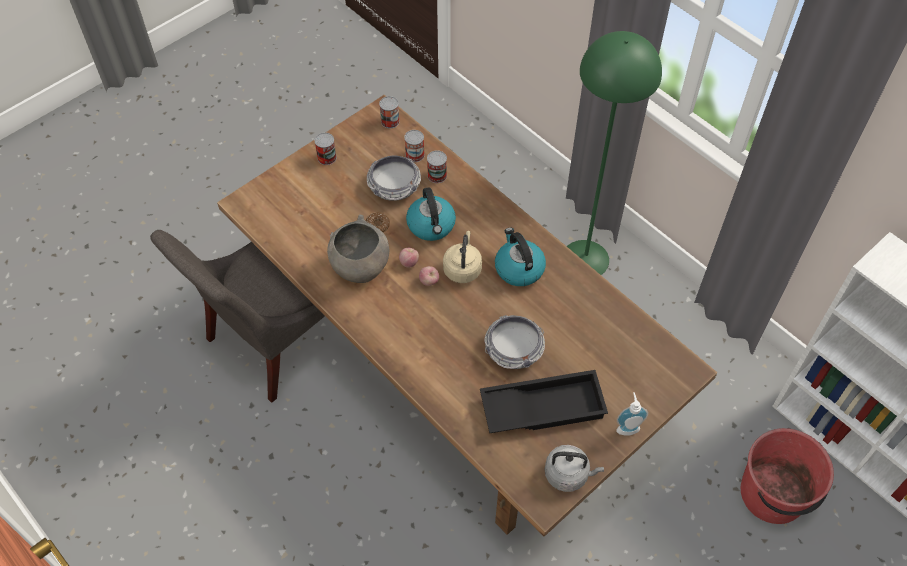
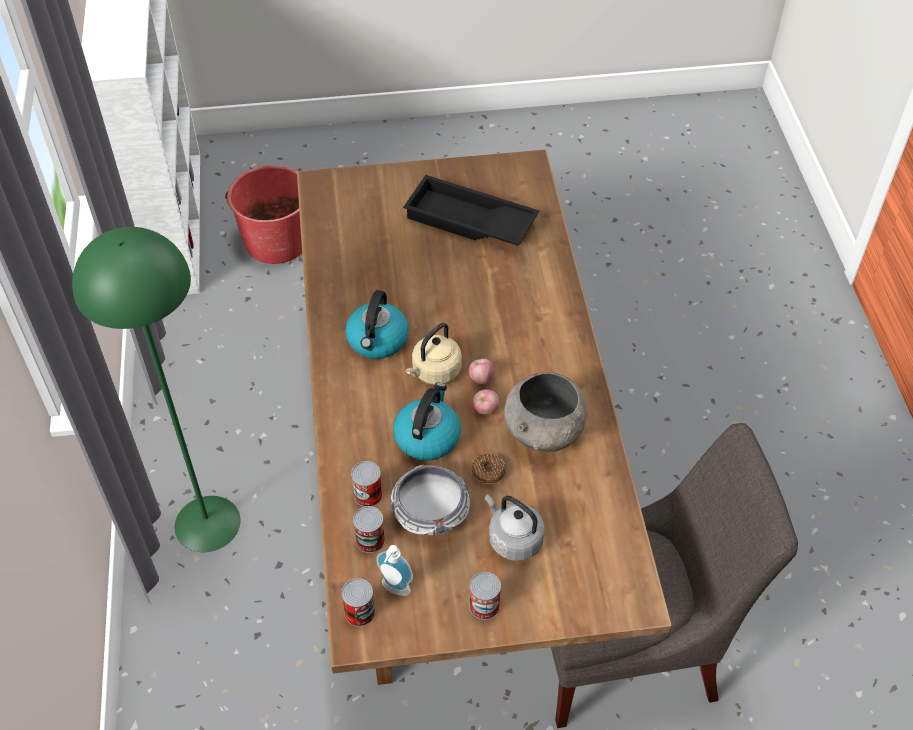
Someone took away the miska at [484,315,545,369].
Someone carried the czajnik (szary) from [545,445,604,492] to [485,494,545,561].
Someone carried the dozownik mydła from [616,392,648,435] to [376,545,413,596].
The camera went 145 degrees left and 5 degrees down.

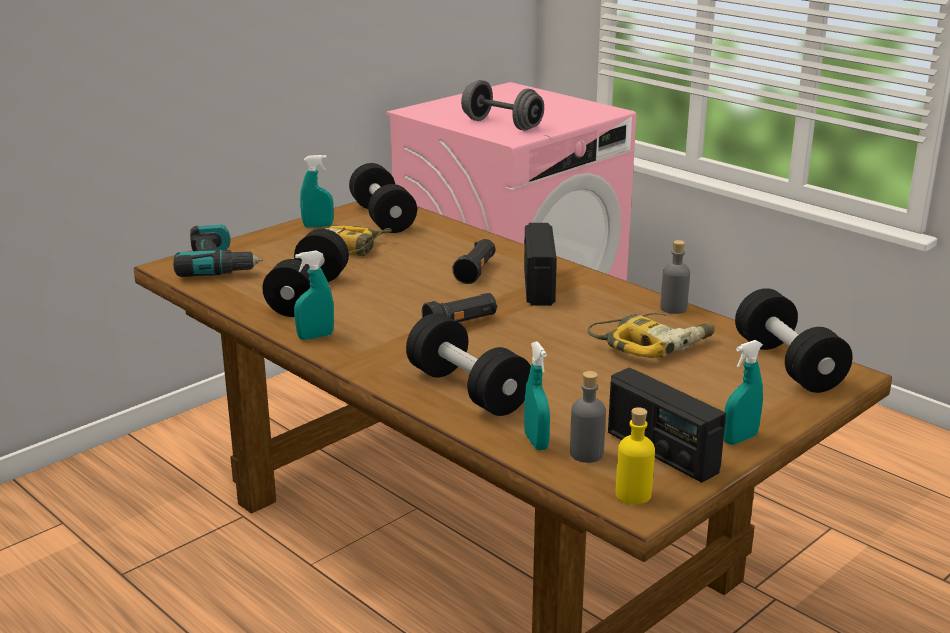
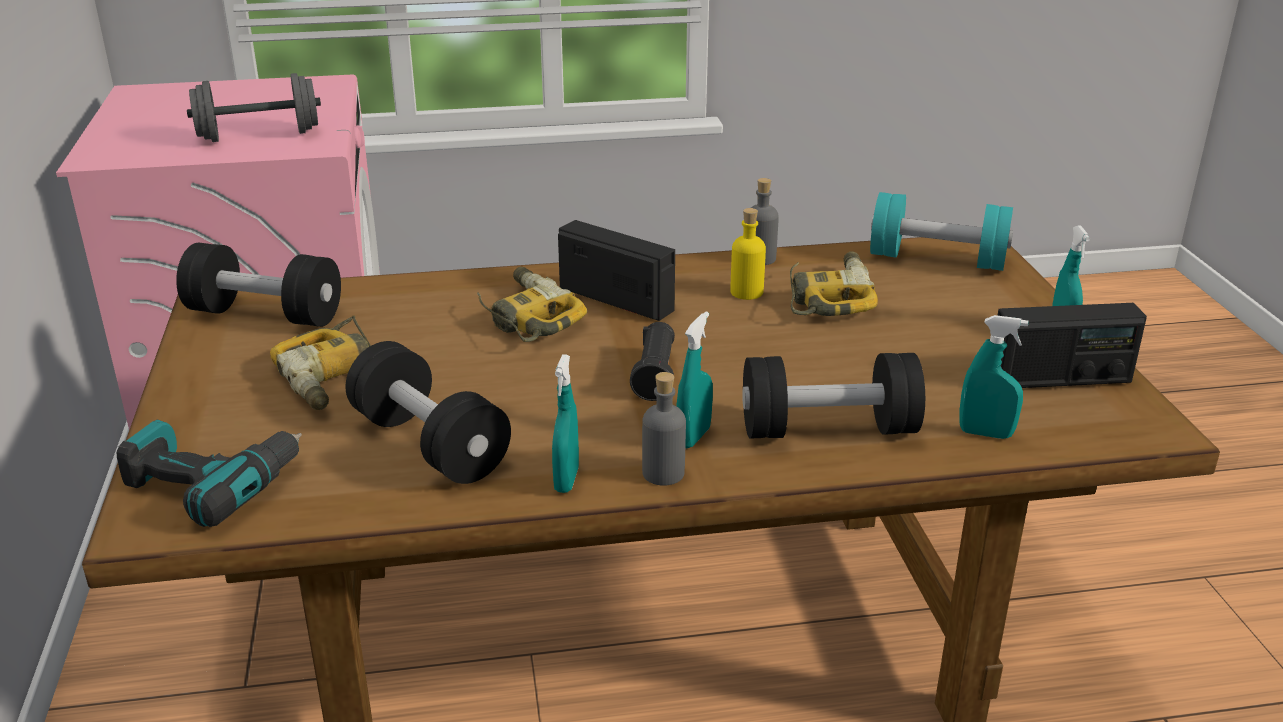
Someone carried the spryskiwacz (turkusowy) from [300,155,334,228] to [677,312,713,448].
Someone carried the butelka (szary) from [570,371,606,463] to [642,372,686,486].
Someone carried the butelka (żółty) from [616,407,655,505] to [731,208,766,300].
Someone swapped the latarka (czarny) at [452,239,496,284] for the wiertarka at [477,267,587,342].
Someone repainted the hantel (czarny) at [735,288,852,393], which became the hantel (turkusowy) at [870,192,1013,271].
The camera went 55 degrees left and 5 degrees up.

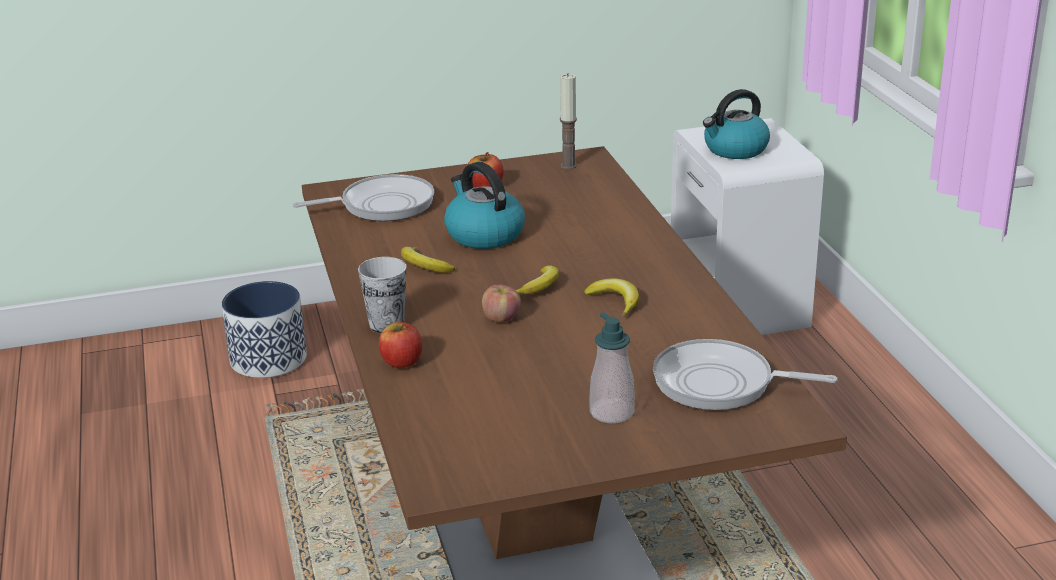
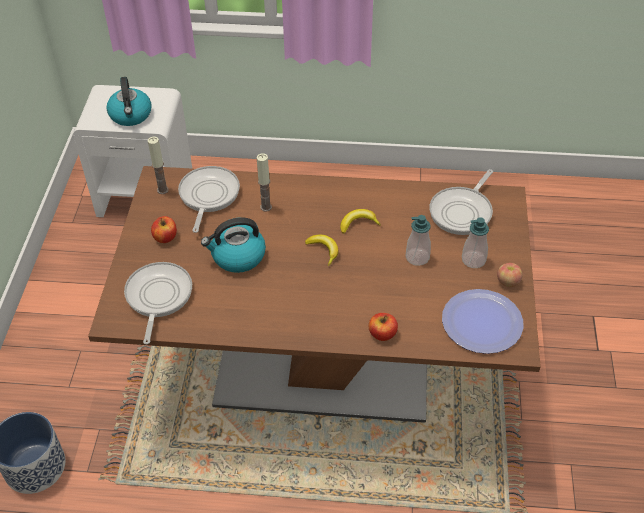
Someone took away the filiżanka at [358,257,406,333].
Someone took away the banan at [401,247,455,273].
Someone put down the patelnia at [178,166,240,233].
Someone put down the świeca at [257,154,272,212].
Someone put down the dozownik mydła at [406,215,431,266].
Someone put down the talerz at [442,289,523,354].
Someone carried the jabłko from [482,285,521,322] to [497,263,522,287].
The camera went 70 degrees left and 20 degrees up.

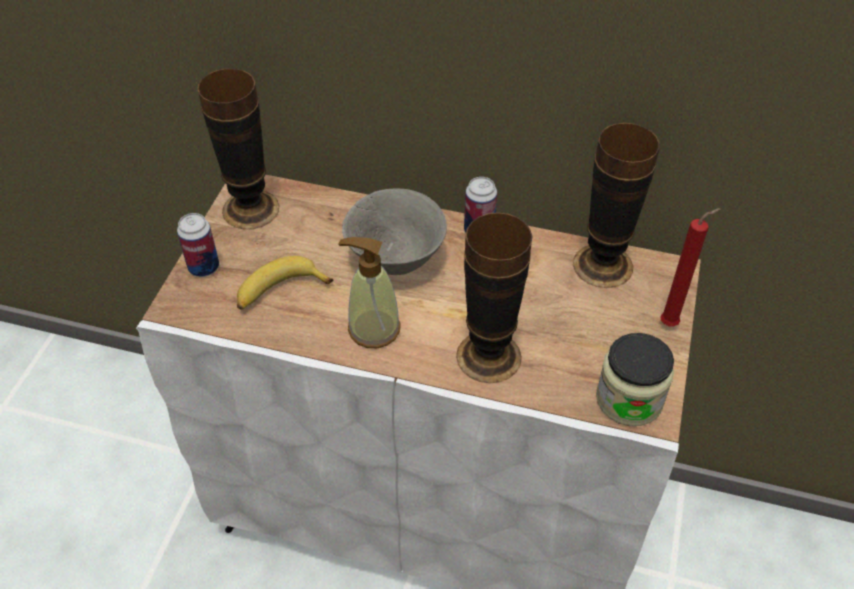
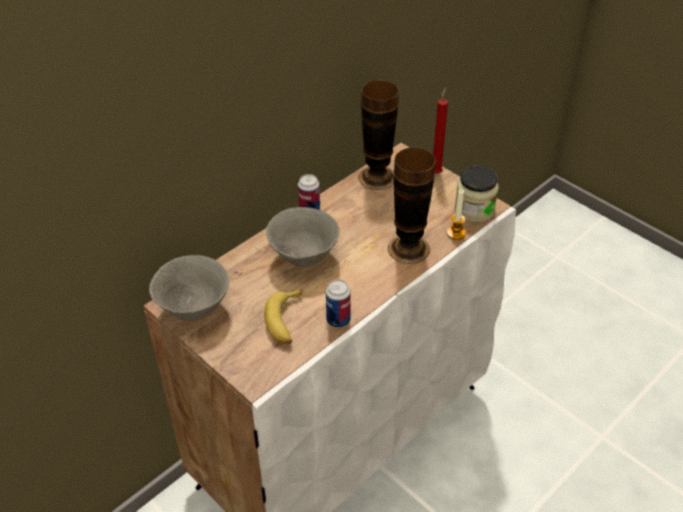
Someone took away the dozownik mydła at [338,237,401,348].
Someone put down the świeca at [447,189,466,240].
Someone carried the puszka from [177,213,219,277] to [326,280,351,328].
Someone swapped the wazon at [198,68,279,229] for the miska (szary) at [149,255,229,321].
The camera went 60 degrees left and 5 degrees down.

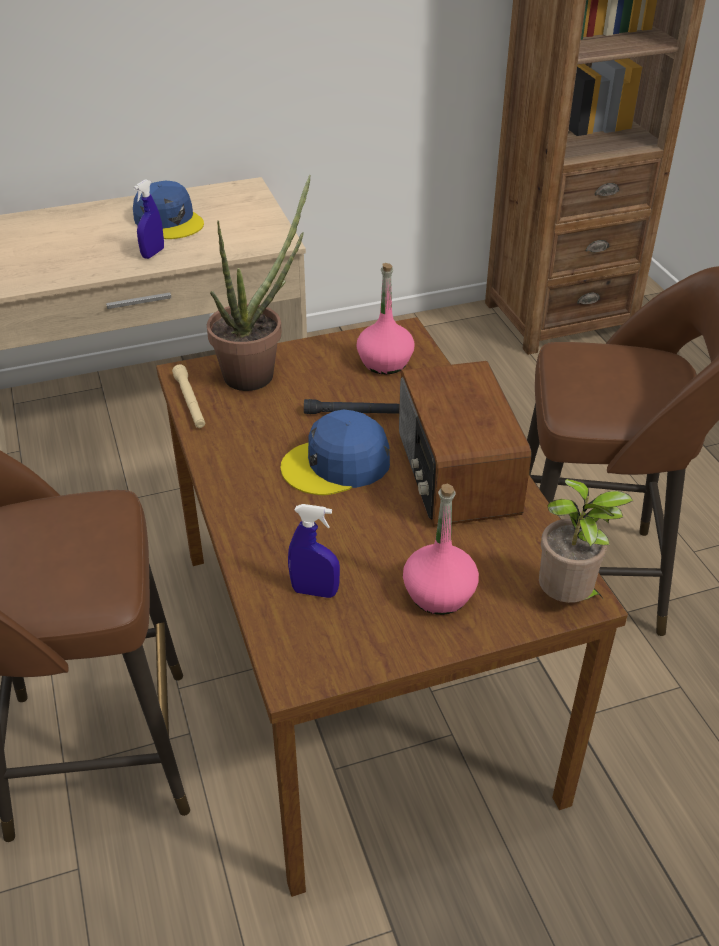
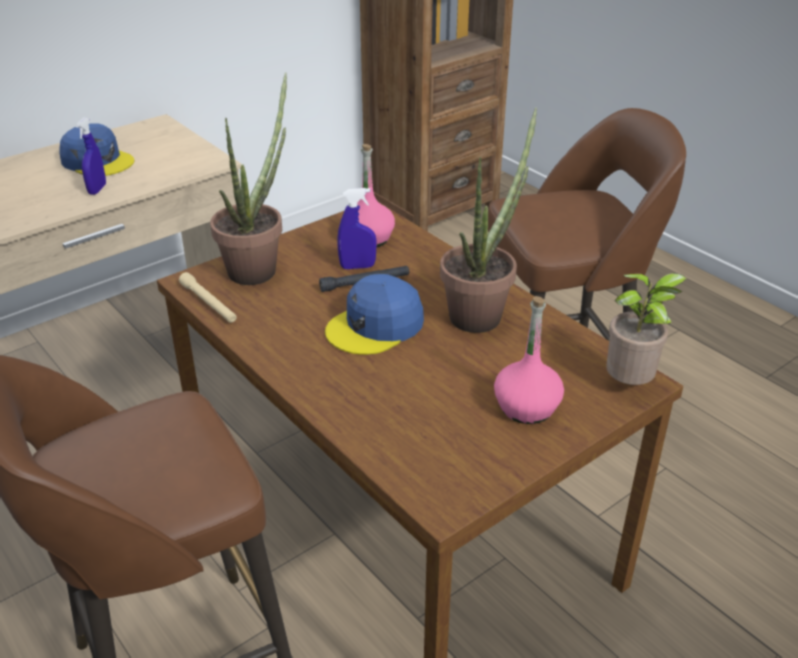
Someone carried the spryskiwacz (niebieski) from [288,504,340,598] to [337,188,377,269].
Someone swapped the radio at [399,361,531,527] for the roślina doniczkowa at [440,107,537,333].
The camera went 20 degrees left and 5 degrees down.

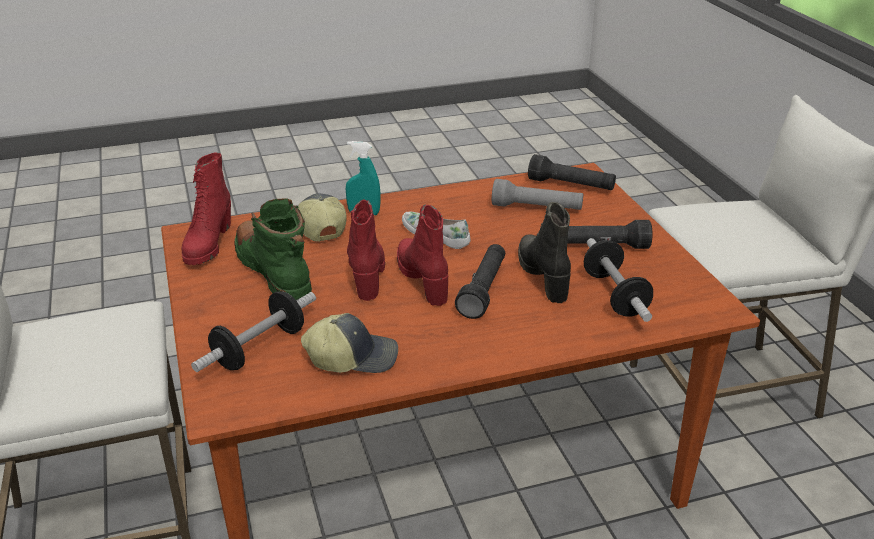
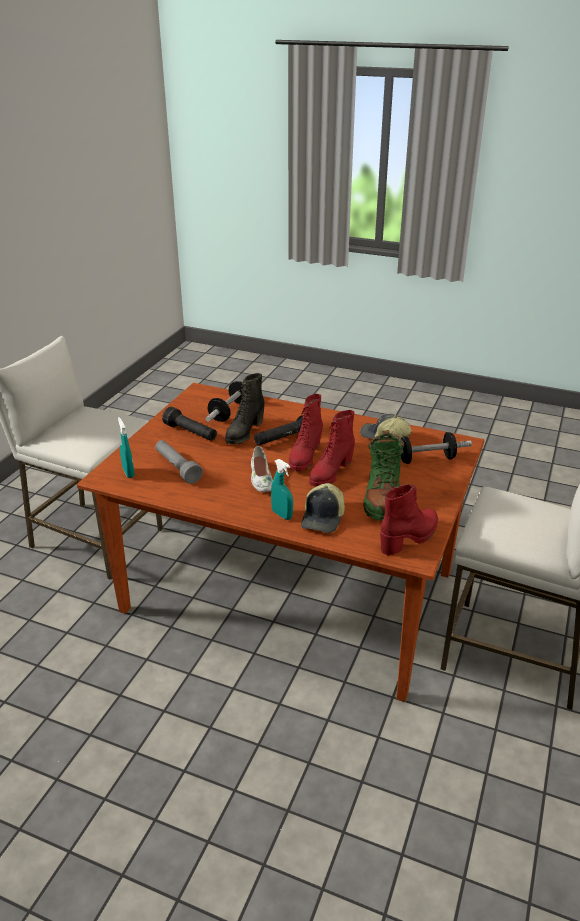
Someone swapped the latarka (czarny) at [528,154,616,190] for the spryskiwacz (turkusowy) at [118,417,135,478].
The camera went 140 degrees left and 0 degrees up.

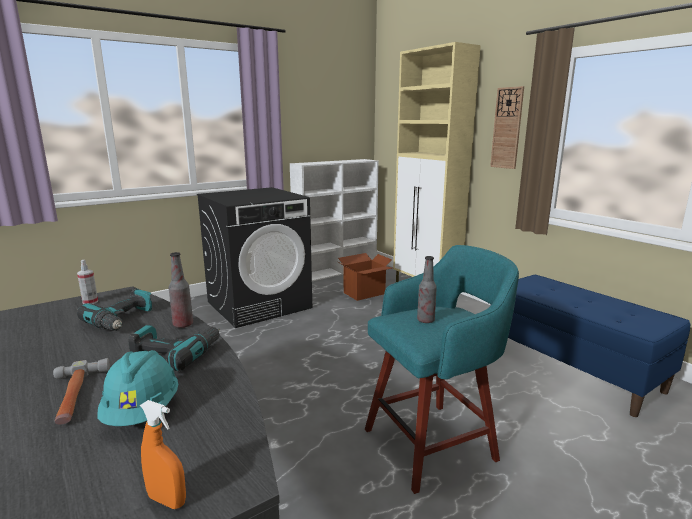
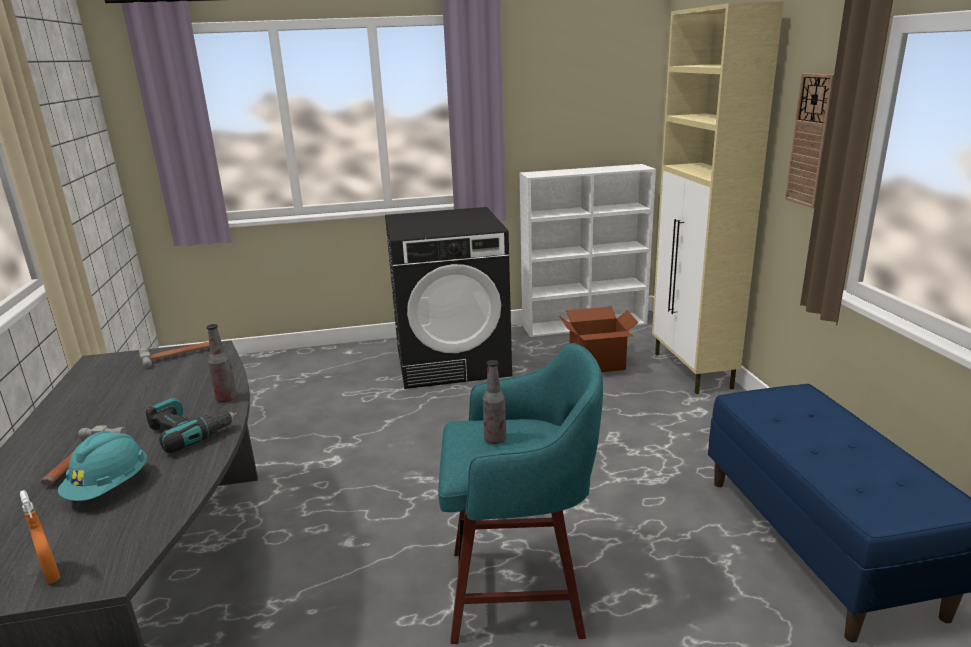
Someone took away the wiertarka at [77,288,152,331].
Someone swapped the spryskiwacz at [77,260,98,304] for the młotek at [139,342,210,368].
The camera went 25 degrees right and 5 degrees up.

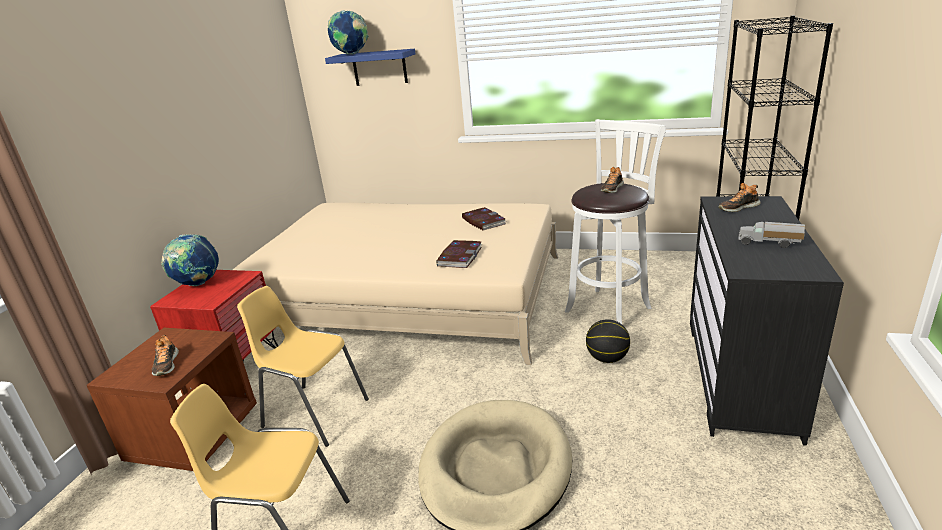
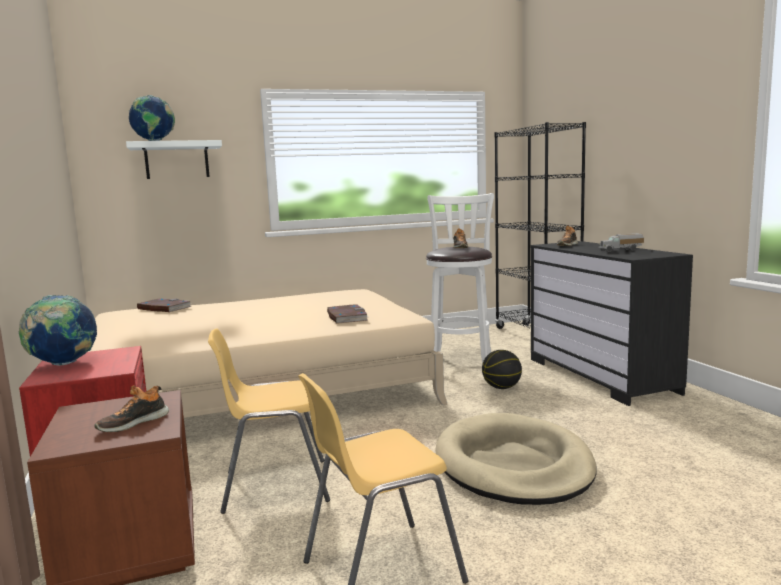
Someone carried the książka from [462,207,506,231] to [137,298,191,312].
Someone repainted the półka (niebieski) at [325,49,416,86], which became the półka (biały) at [126,140,222,179].
Someone rotated the but at [152,335,179,376] by 90 degrees clockwise.
The camera went 35 degrees left and 15 degrees down.

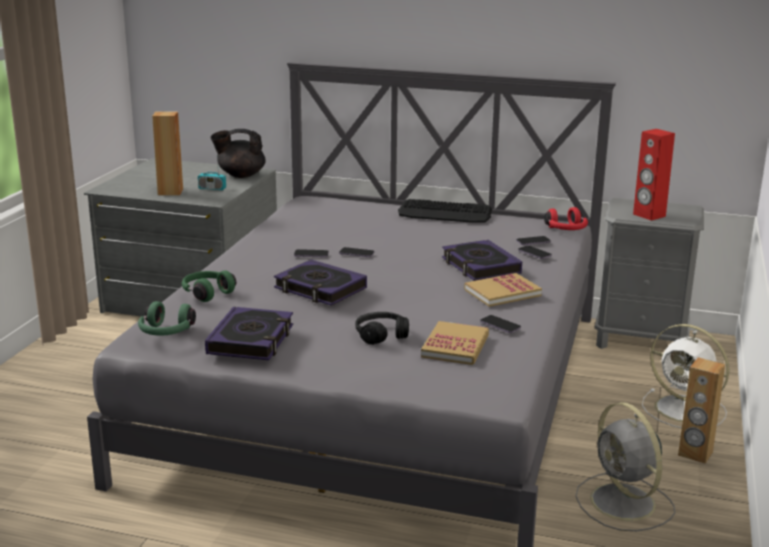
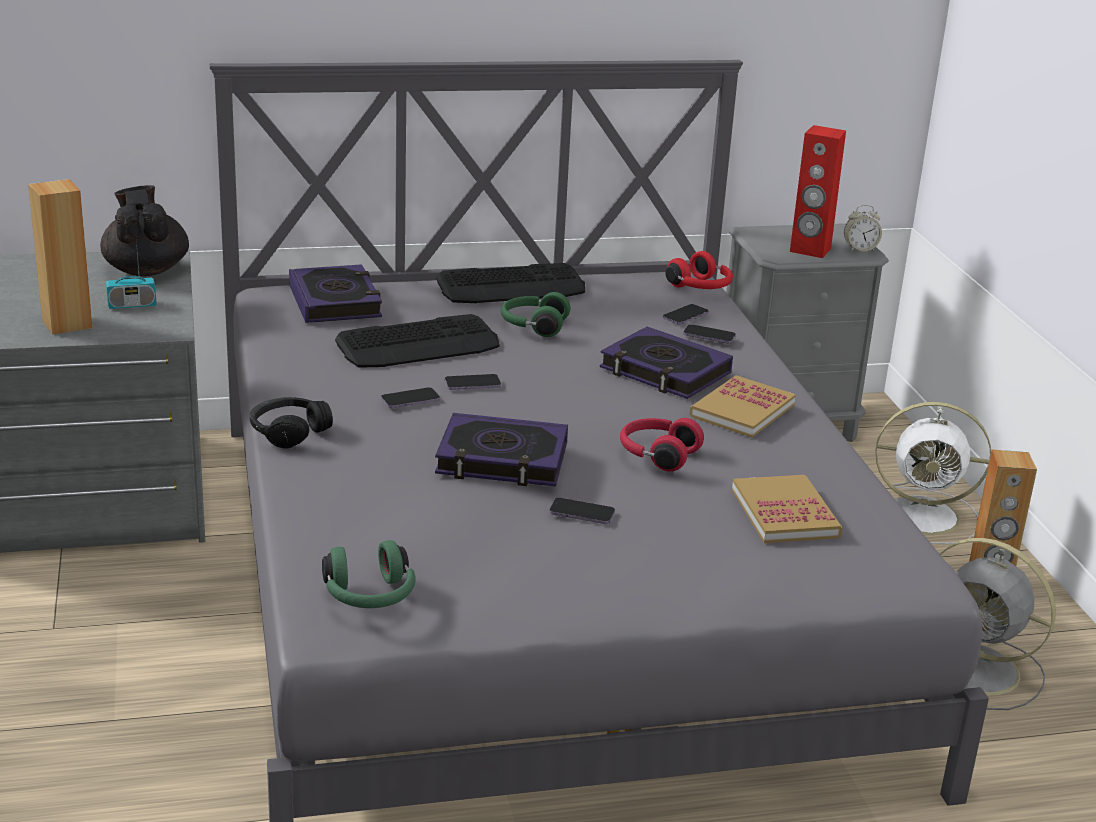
Someone put down the klawiatura at [335,314,500,368].
Someone put down the słuchawki (czerwony) at [620,418,704,472].
Someone put down the budzik at [844,205,882,252].
Someone carried the słuchawki (zielony) from [182,270,236,302] to [501,292,570,337].
Someone carried the książka from [205,307,293,360] to [289,264,382,323].
Someone carried the słuchawki (czarny) from [355,312,409,345] to [250,397,333,448].
Someone carried the telefon from [480,315,521,333] to [549,498,615,524].
Someone rotated the imbryk (czarny) at [211,129,266,178] by 105 degrees clockwise.
The camera went 30 degrees left and 5 degrees up.

